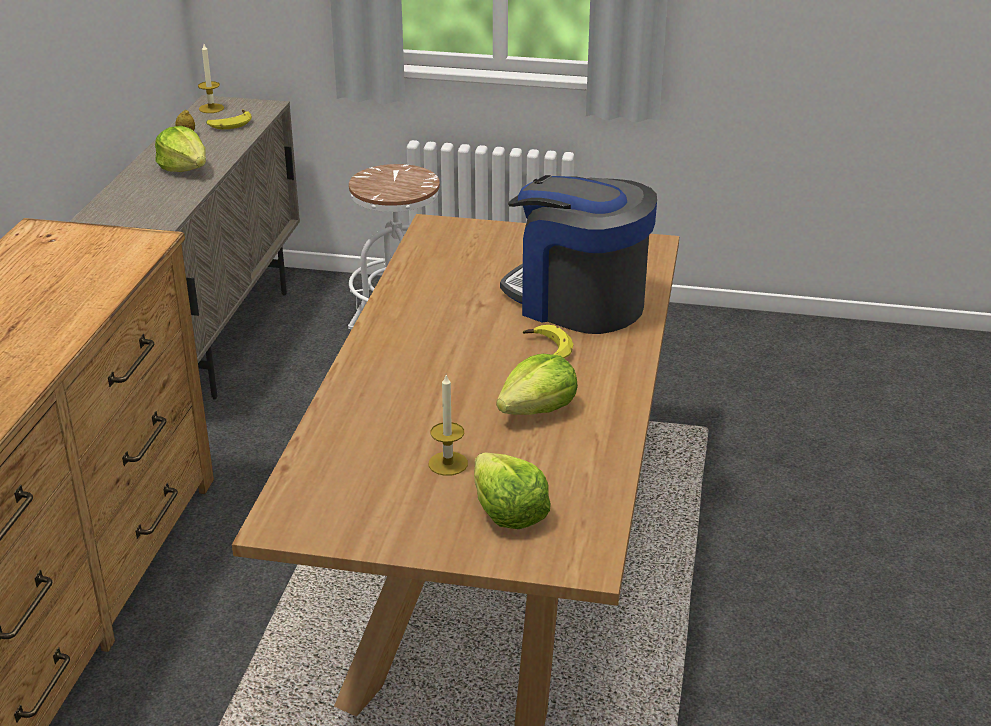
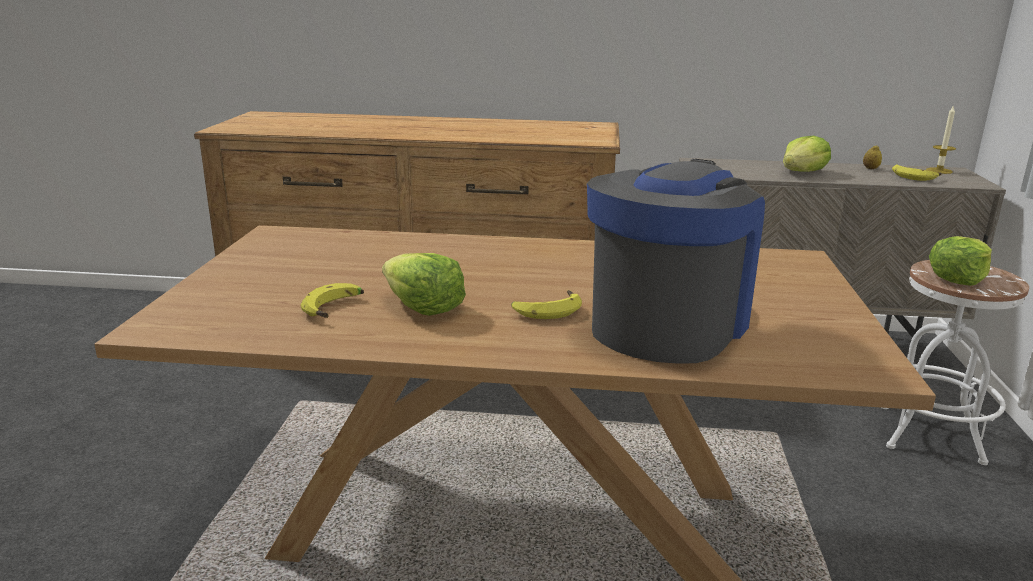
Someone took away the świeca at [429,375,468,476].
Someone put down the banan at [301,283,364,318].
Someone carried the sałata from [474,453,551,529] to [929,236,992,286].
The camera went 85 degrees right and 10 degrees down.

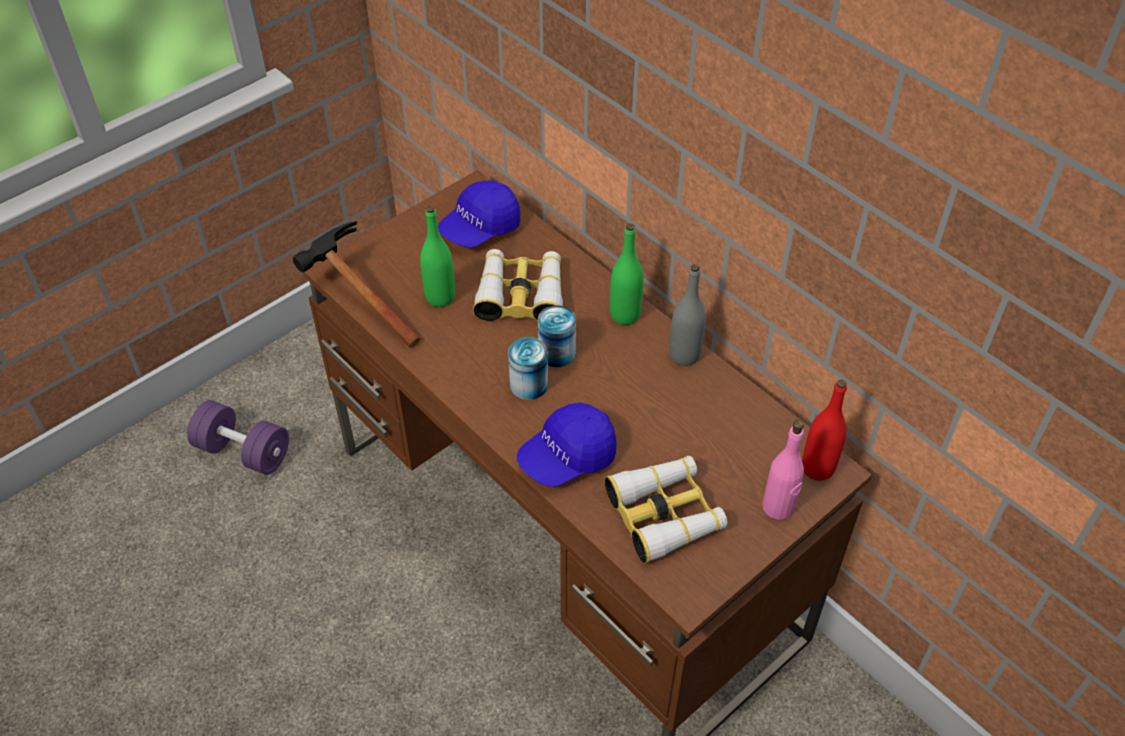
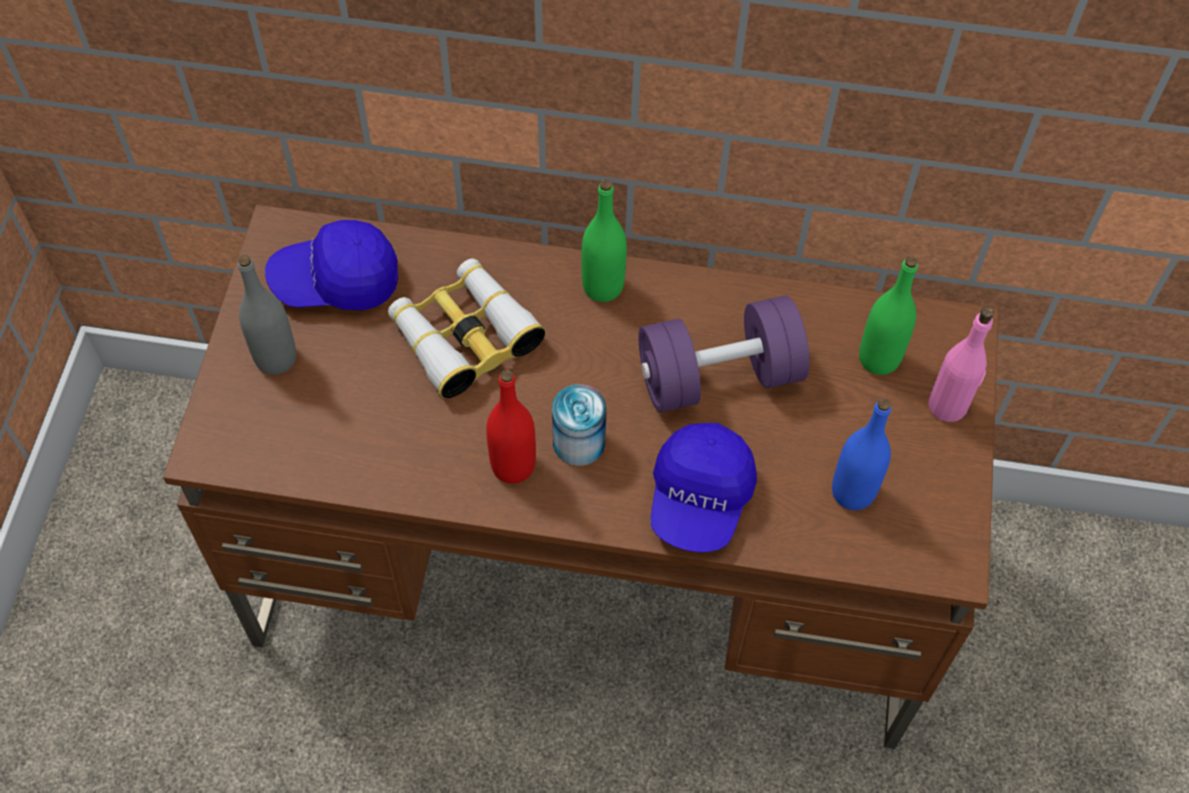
Someone took away the młotek at [293,221,420,347].
Someone took away the puszka at [538,306,576,367].
Someone carried the hantel (fioletowy) from [187,400,289,475] to [638,295,810,412].
Someone carried the butelka (zielony) from [420,206,455,307] to [859,256,918,375].
Someone carried the butelka (szary) from [669,264,706,366] to [238,255,296,375].
Someone carried the butelka (czerwony) from [802,379,847,481] to [486,370,536,484].
Someone swapped the lornetka at [605,456,728,563] for the butelka (niebieski) at [832,398,891,510].
Someone rotated the czapka z daszkiem (niebieski) at [438,181,520,248] by 75 degrees clockwise.
The camera went 40 degrees left and 10 degrees up.

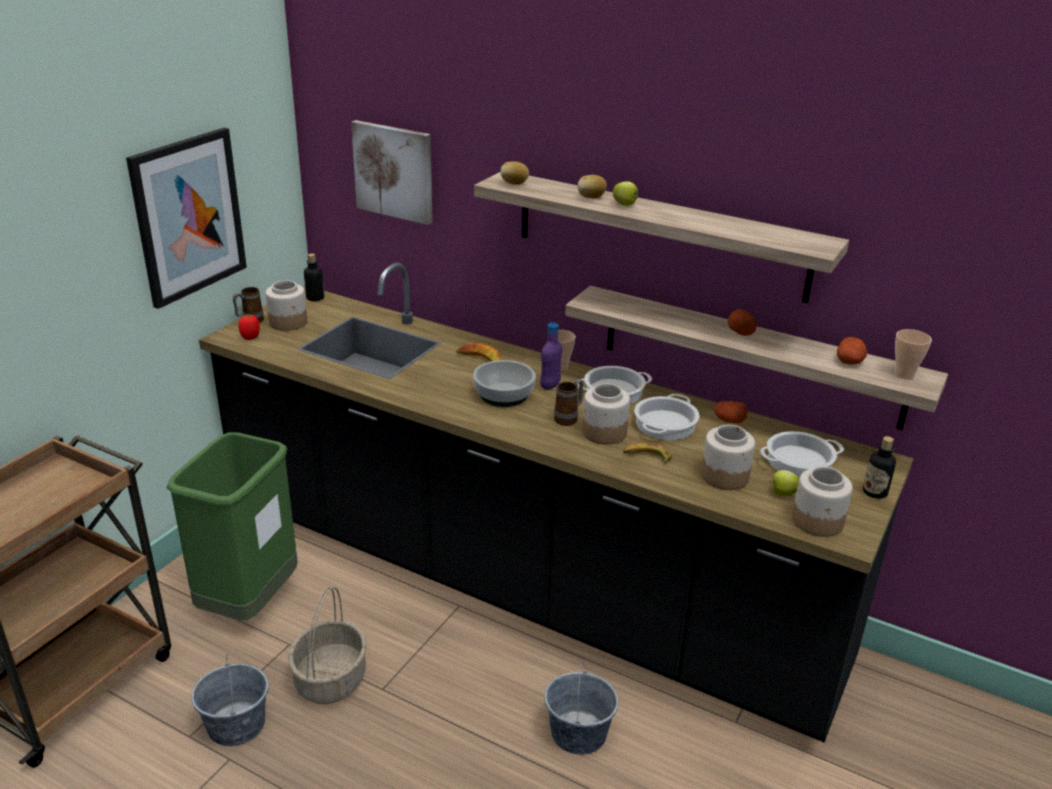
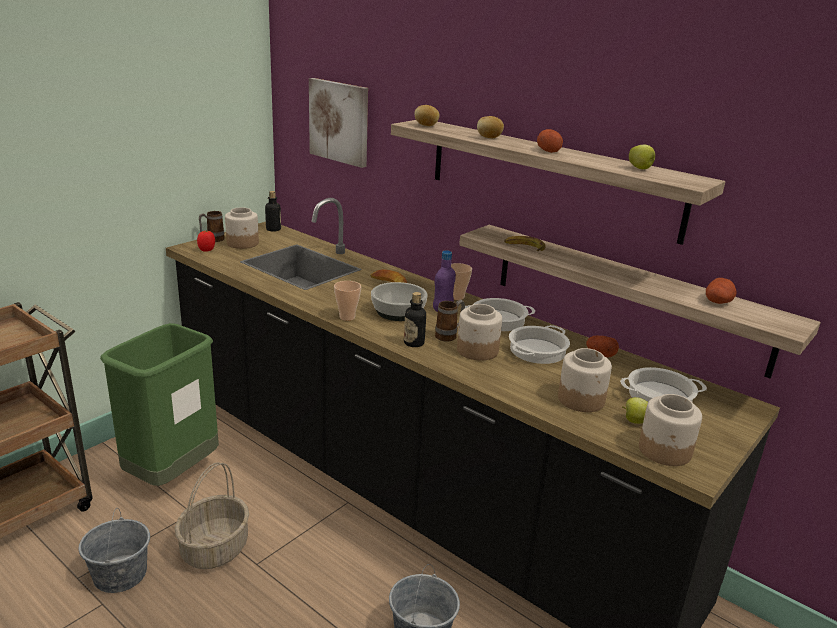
Someone took away the obraz at [126,128,247,309].
Someone carried the jabłko from [613,181,638,206] to [629,145,655,169].
Someone carried the banan from [623,442,672,464] to [504,236,546,251].
Someone carried the ziemniak from [728,309,757,336] to [537,129,563,153].
Someone carried the butelka from [863,436,896,499] to [404,292,426,347].
Someone carried the filiżanka from [895,329,932,380] to [334,281,361,321].
The camera went 10 degrees right and 5 degrees down.

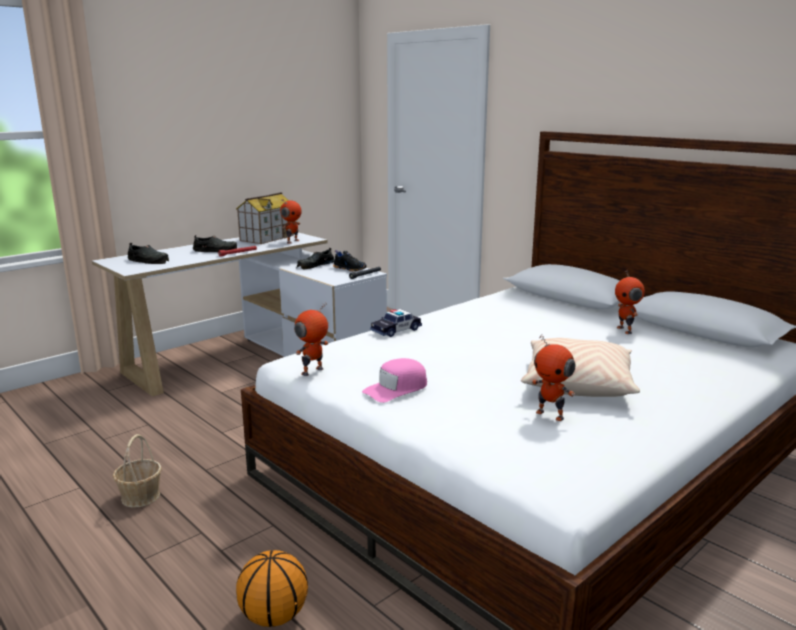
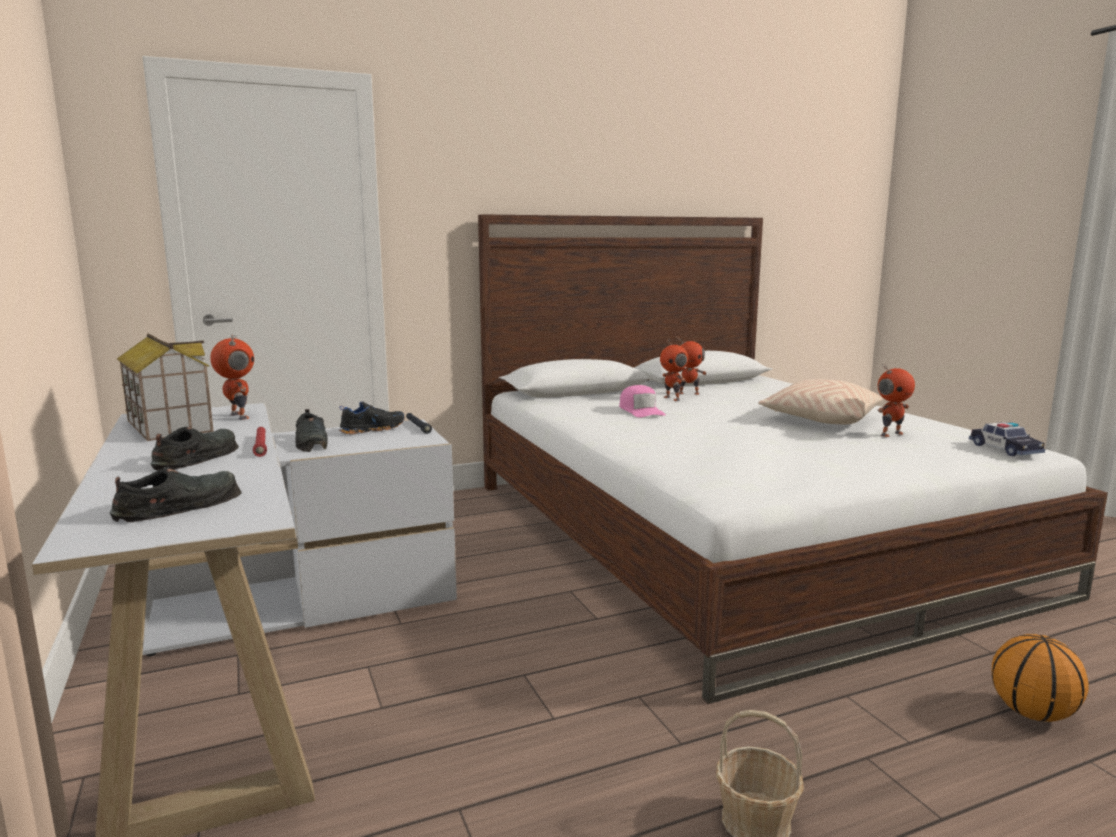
Someone carried the robot zabawkowy from [294,303,329,376] to [660,340,688,401].
Someone carried the czapka z daszkiem (różowy) from [362,358,427,403] to [619,385,666,418].
Someone carried the samochodzik from [370,309,422,337] to [969,422,1045,456].
The camera went 70 degrees left and 5 degrees down.

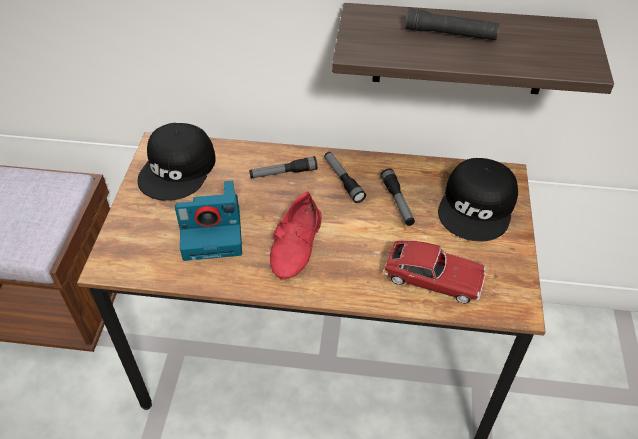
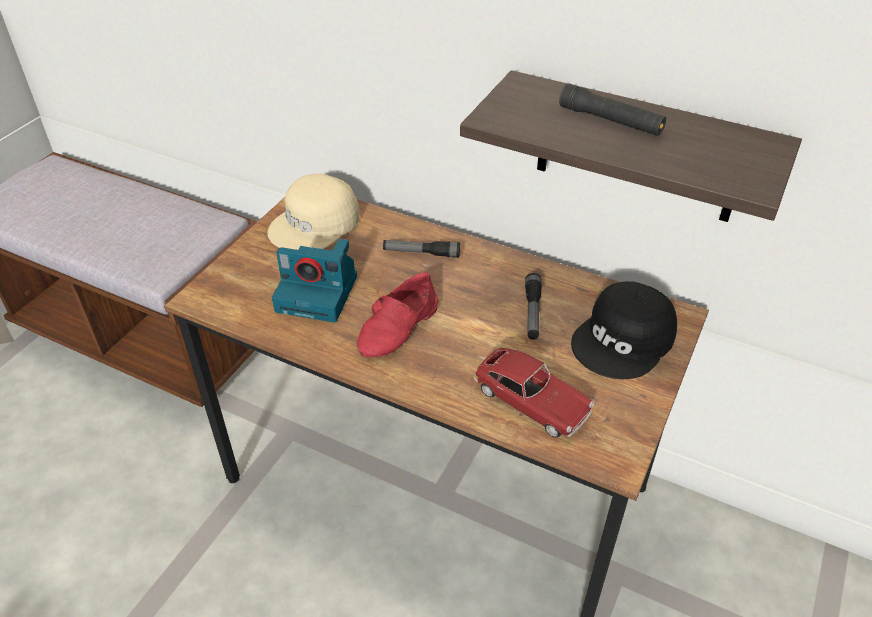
Someone took away the latarka at [324,152,366,203].
Someone repainted the czapka z daszkiem (czarny) at [138,123,216,201], which became the czapka z daszkiem (beżowy) at [267,174,359,250].
The camera went 20 degrees right and 5 degrees down.

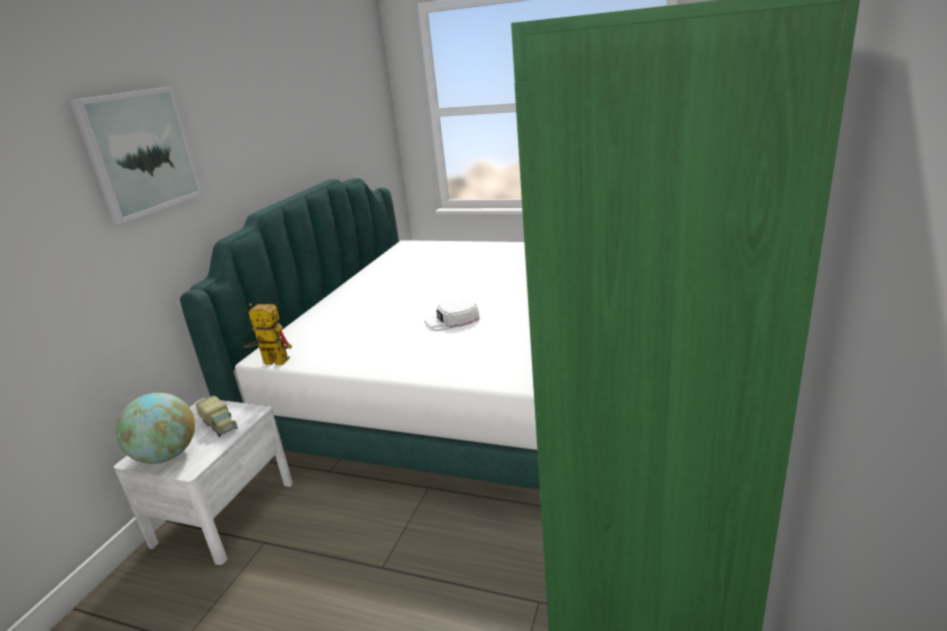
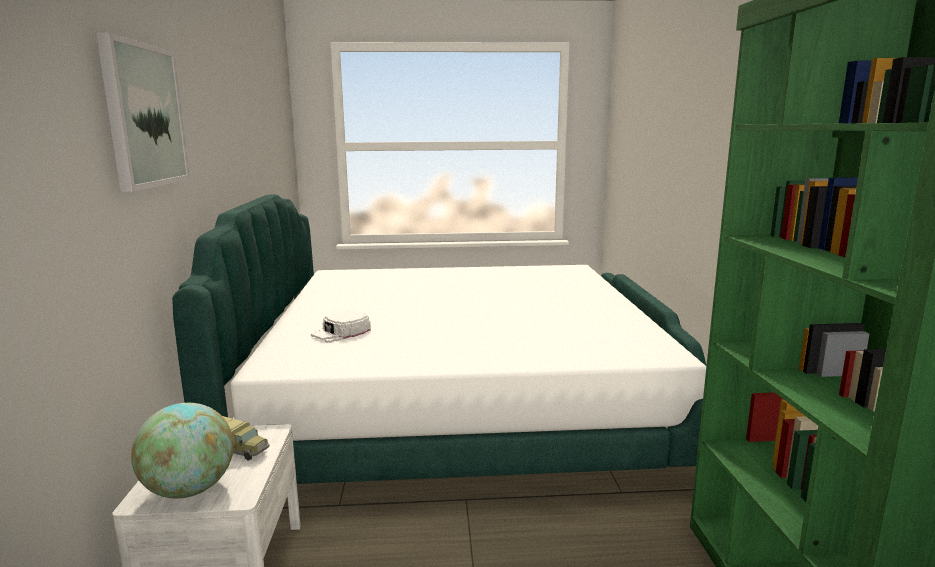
Someone took away the robot zabawkowy at [244,303,292,365].
Someone carried the czapka z daszkiem (biały) from [424,297,480,331] to [311,310,371,343].
The camera went 25 degrees left and 10 degrees down.

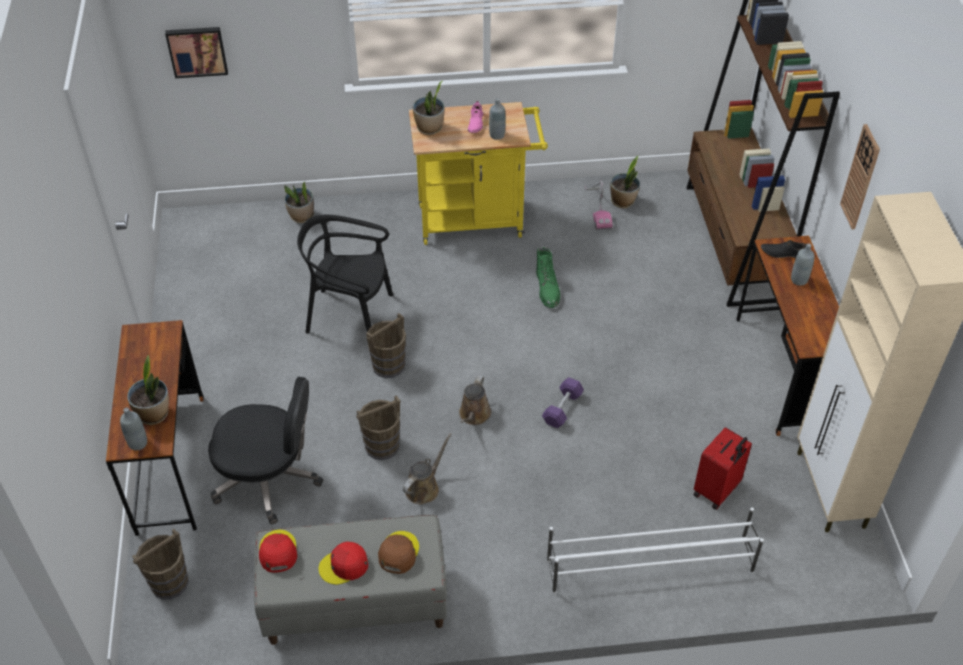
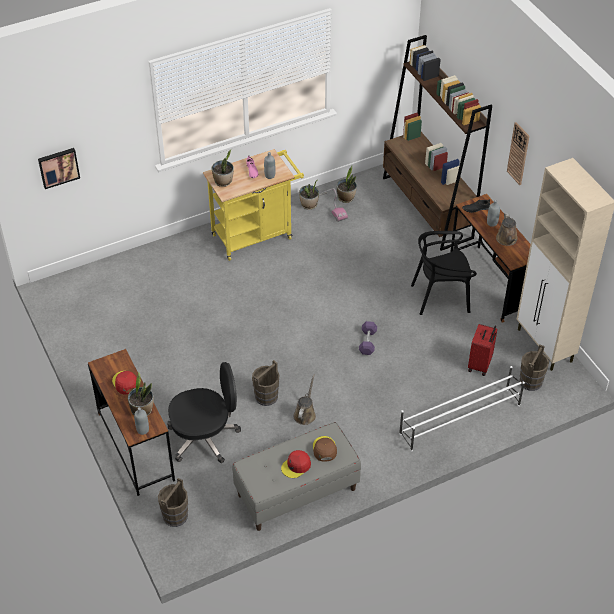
Someone took away the but z cholewką (zielony) at [536,246,560,308].
Someone carried the czapka z daszkiem (czerwony) from [259,530,297,573] to [112,371,137,395].
Someone carried the roślina doniczkowa from [284,181,314,223] to [299,180,319,210].
Someone carried the krzesło (czarny) from [297,215,393,333] to [411,231,477,315].
Someone carried the wiadro (brązowy) from [366,313,406,378] to [519,344,549,391].
Someone carried the konewka (brązowy) from [459,375,491,425] to [496,213,518,246].
The camera went 20 degrees left and 0 degrees up.

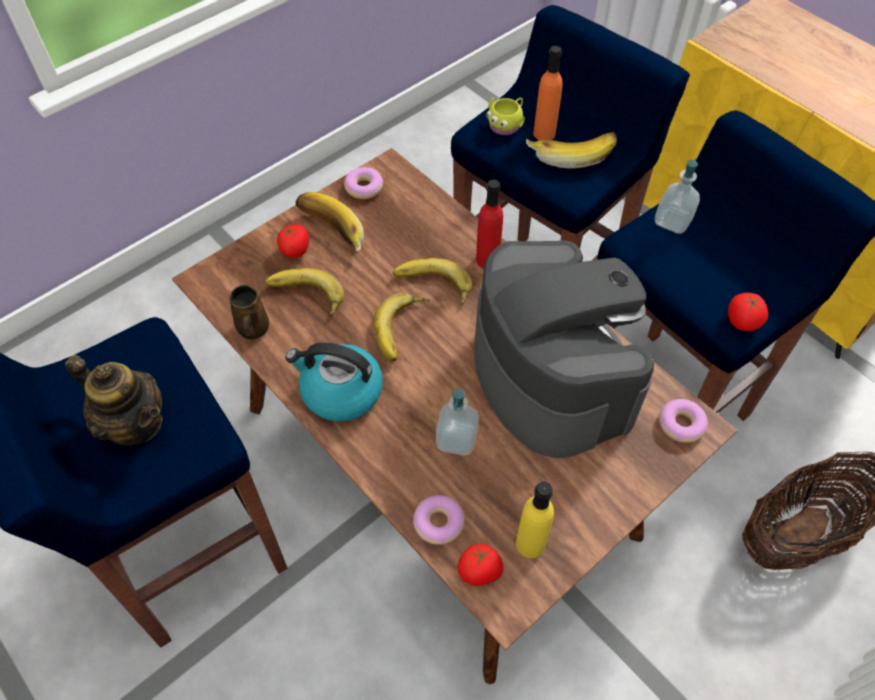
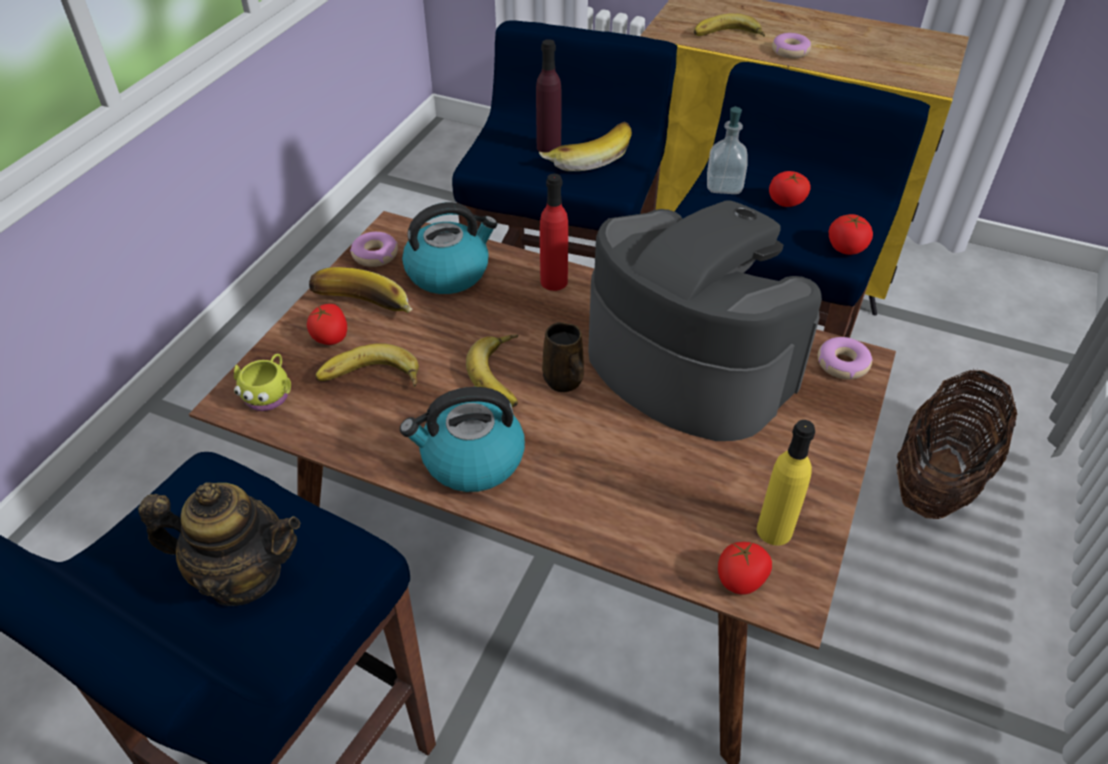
Someone took away the dozownik mydła at [436,389,479,456].
Someone put down the czajnik at [402,202,497,294].
Someone put down the pomidor at [769,171,811,207].
Someone carried the kubek (brązowy) from [230,284,269,339] to [542,322,584,392].
Someone carried the banan from [393,258,472,305] to [694,13,765,37].
Someone carried the donut from [413,495,464,545] to [772,33,811,59].
Someone carried the kubek (żółty) from [486,97,525,135] to [234,354,291,411].
Someone repainted the butelka (pomarańczowy) at [533,46,563,140], which became the butelka (fioletowy) at [536,39,562,152].
The camera went 25 degrees left and 10 degrees down.

